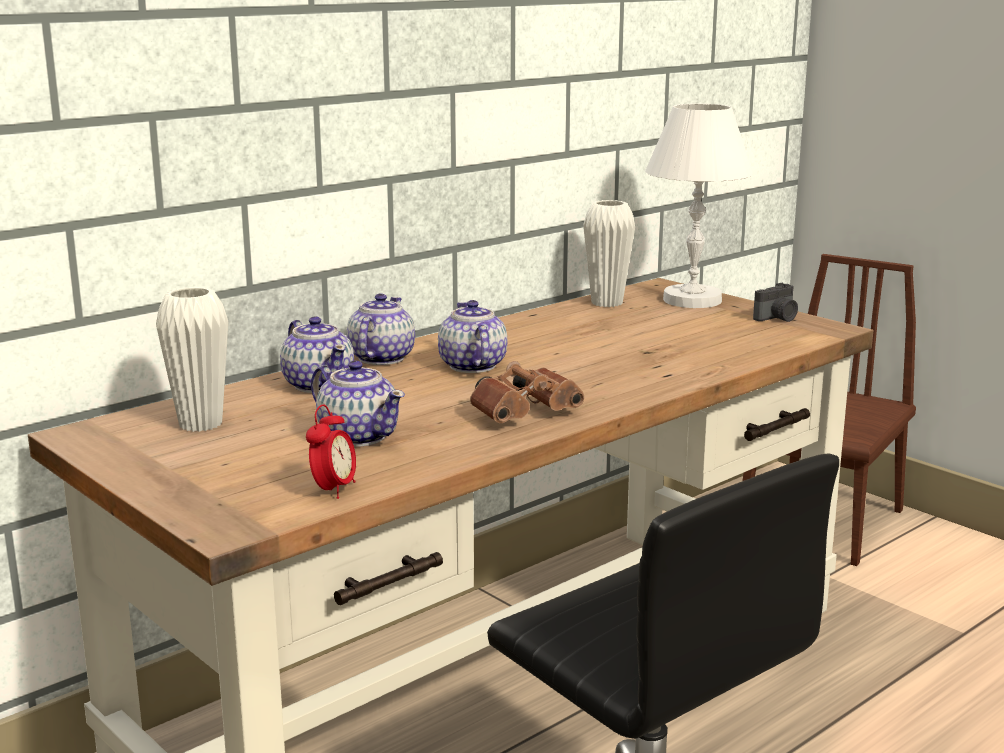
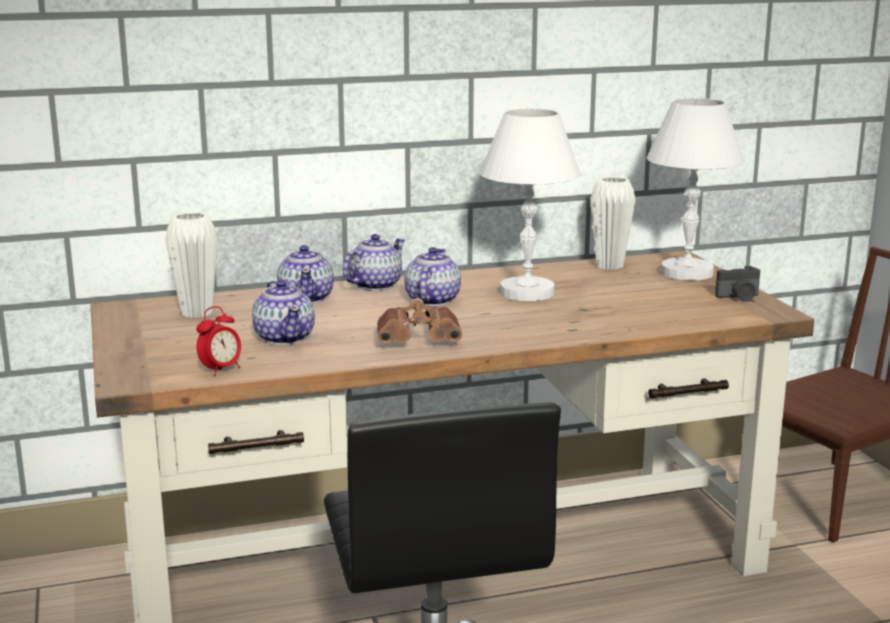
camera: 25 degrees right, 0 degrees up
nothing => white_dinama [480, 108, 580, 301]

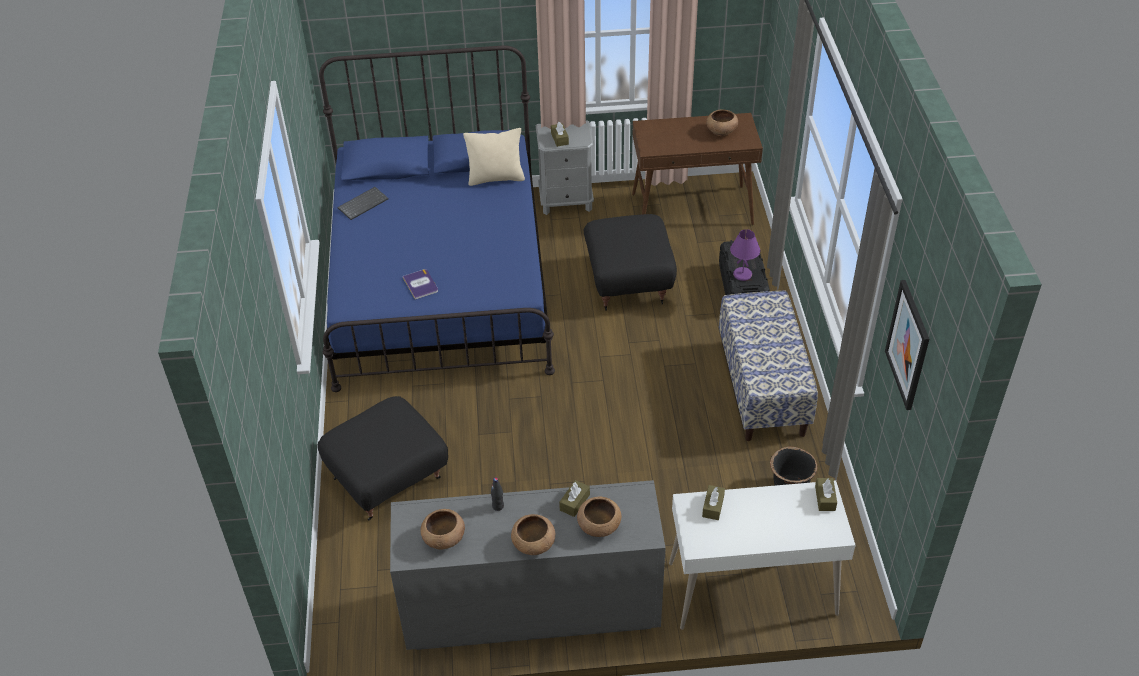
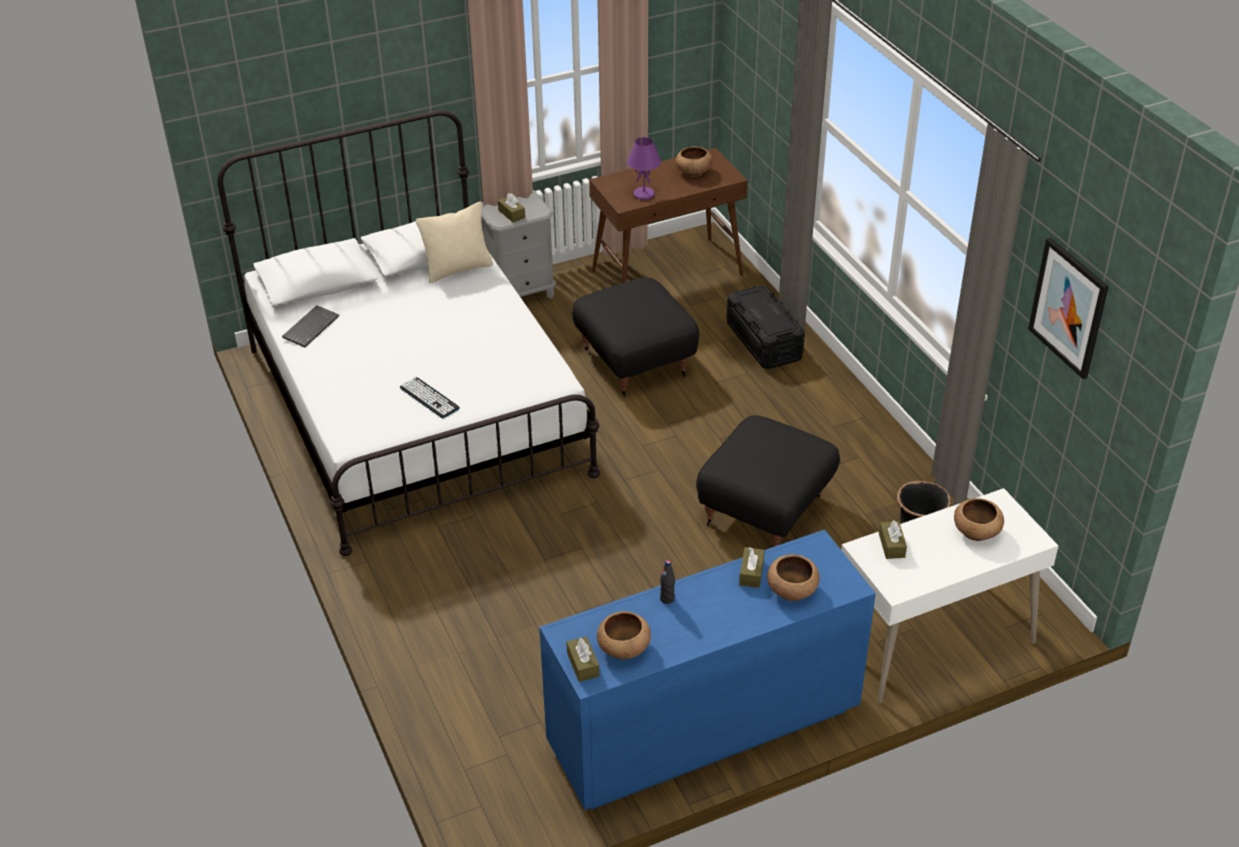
camera: 20 degrees left, 5 degrees down
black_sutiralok [318, 396, 448, 520] => black_sutiralok [696, 415, 840, 547], relocated
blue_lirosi [319, 45, 555, 392] => white_lirosi [217, 110, 600, 556]
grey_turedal [390, 480, 665, 650] => blue_turedal [539, 530, 876, 810]
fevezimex [403, 269, 438, 300] => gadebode [400, 377, 460, 418]
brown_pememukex [511, 514, 555, 555] => brown_pememukex [954, 498, 1004, 541], relocated
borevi [719, 291, 818, 441] => nothing
purple_dinama [730, 229, 760, 281] => purple_dinama [627, 137, 661, 200], relocated
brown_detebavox [815, 478, 837, 511] => brown_detebavox [566, 636, 599, 682], relocated

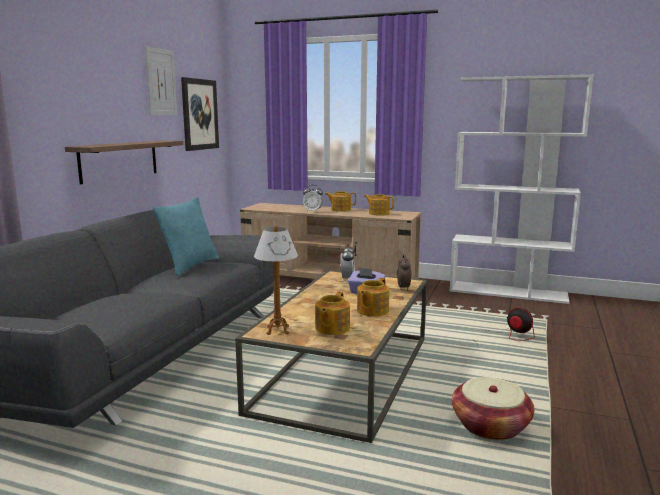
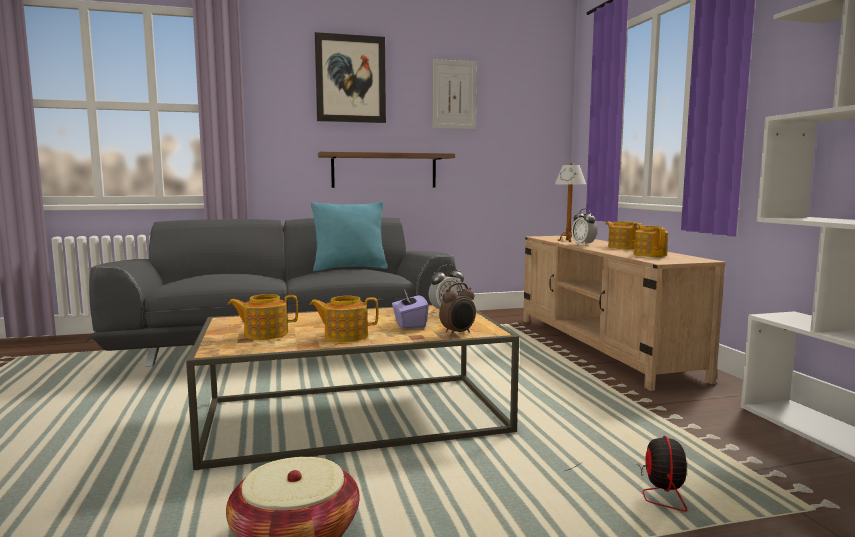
camera: 55 degrees right, 5 degrees down
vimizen [181, 77, 219, 151] => vimizen [315, 32, 386, 123], relocated
dinama [254, 226, 298, 335] => dinama [554, 163, 586, 242], relocated

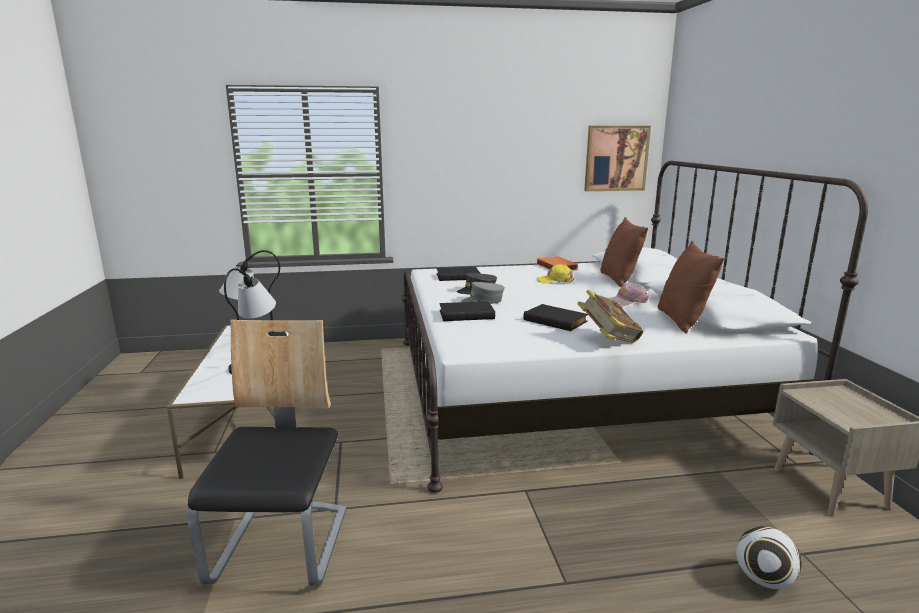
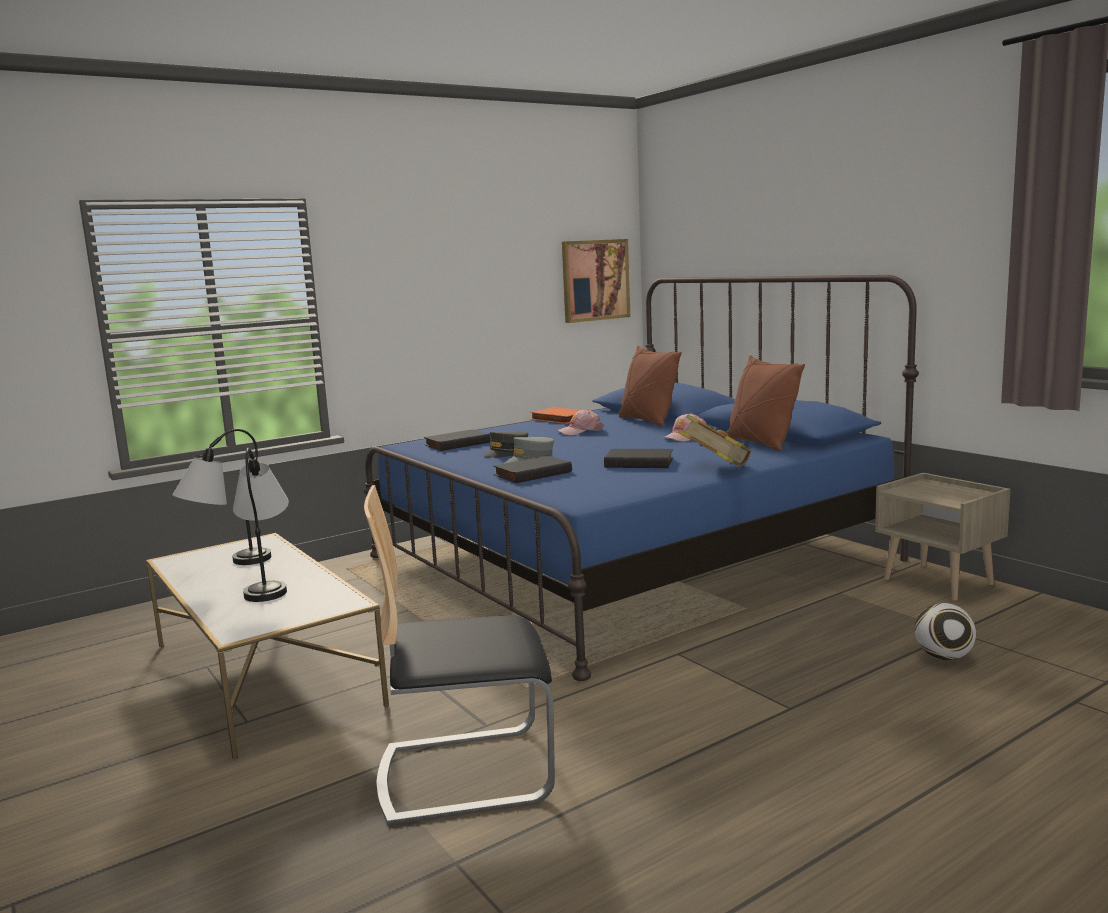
camera: 25 degrees left, 5 degrees down
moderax [187, 320, 346, 586] => moderax [364, 485, 555, 825], 75 degrees counterclockwise
white_lirosi [401, 161, 868, 493] => blue_lirosi [364, 275, 919, 681]
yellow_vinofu [537, 264, 574, 284] => pink_vinofu [557, 409, 604, 435]

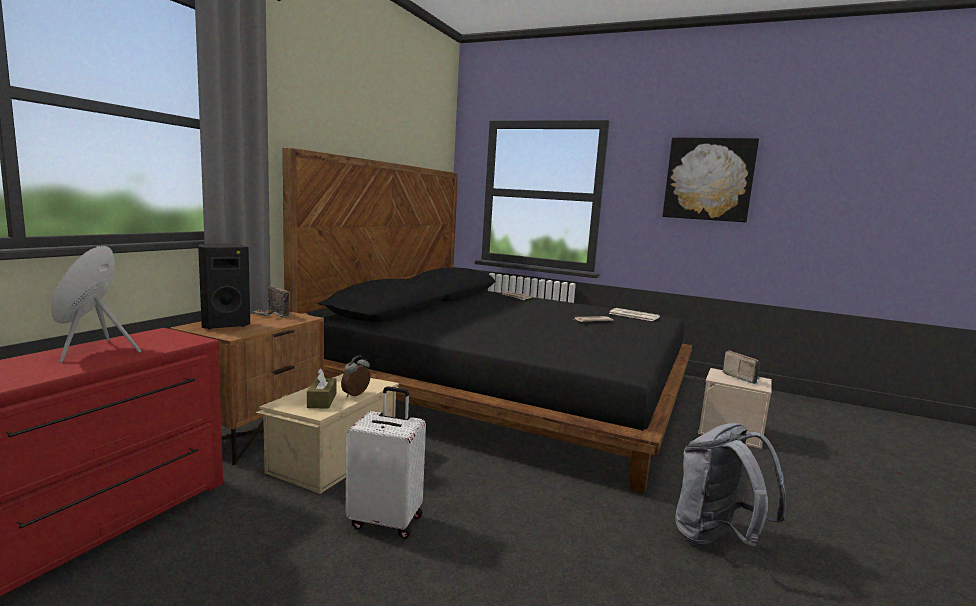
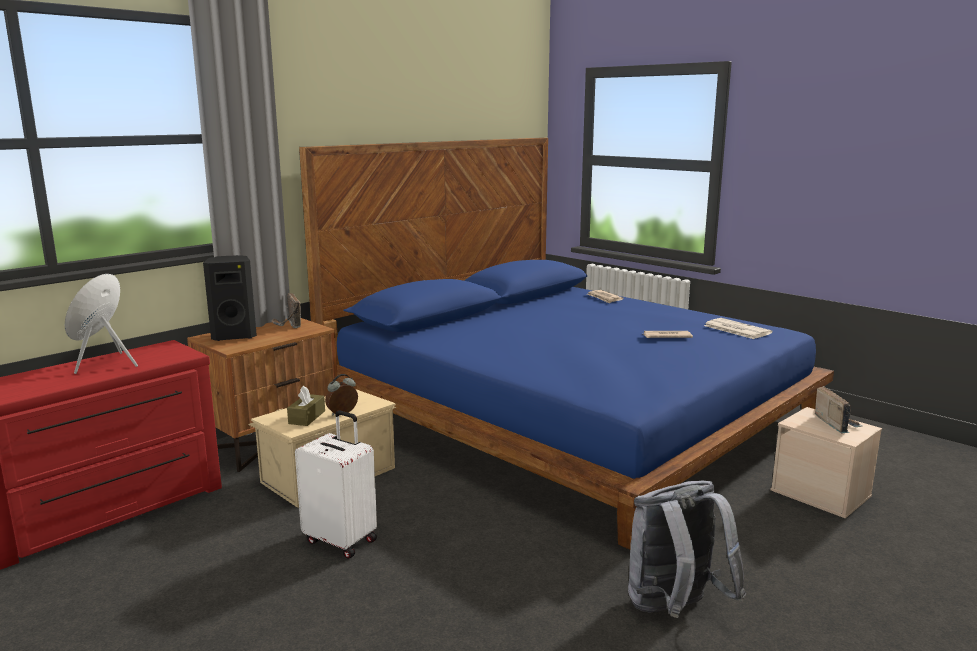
camera: 20 degrees right, 5 degrees up
black_lirosi [283, 147, 692, 493] => blue_lirosi [299, 138, 834, 550]
vimizen [663, 137, 759, 222] => nothing

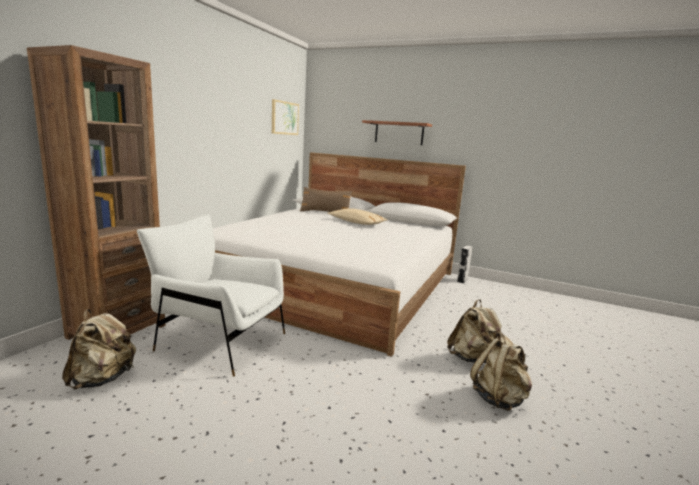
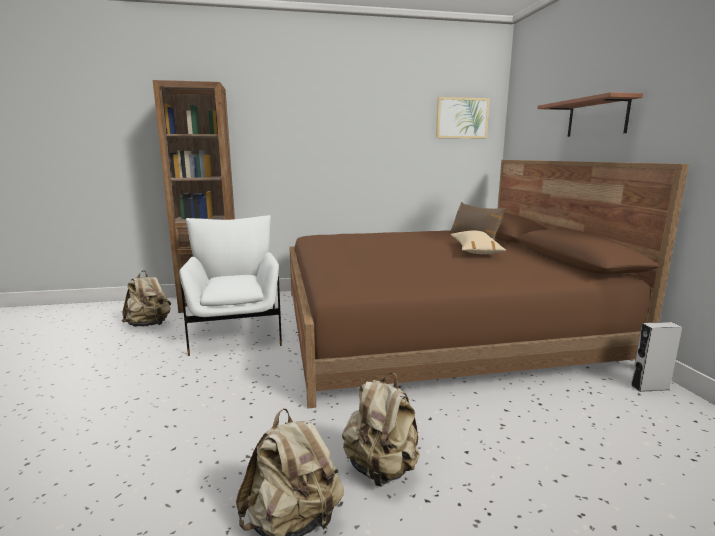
camera: 55 degrees right, 0 degrees up
white_lirosi [213, 152, 466, 357] => brown_lirosi [289, 160, 689, 408]

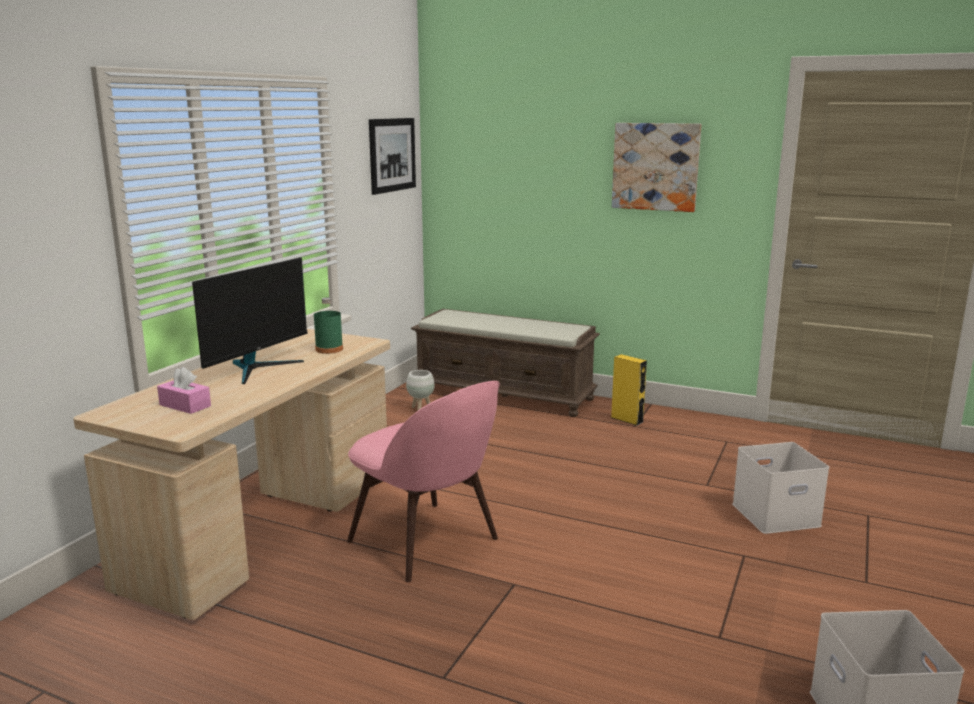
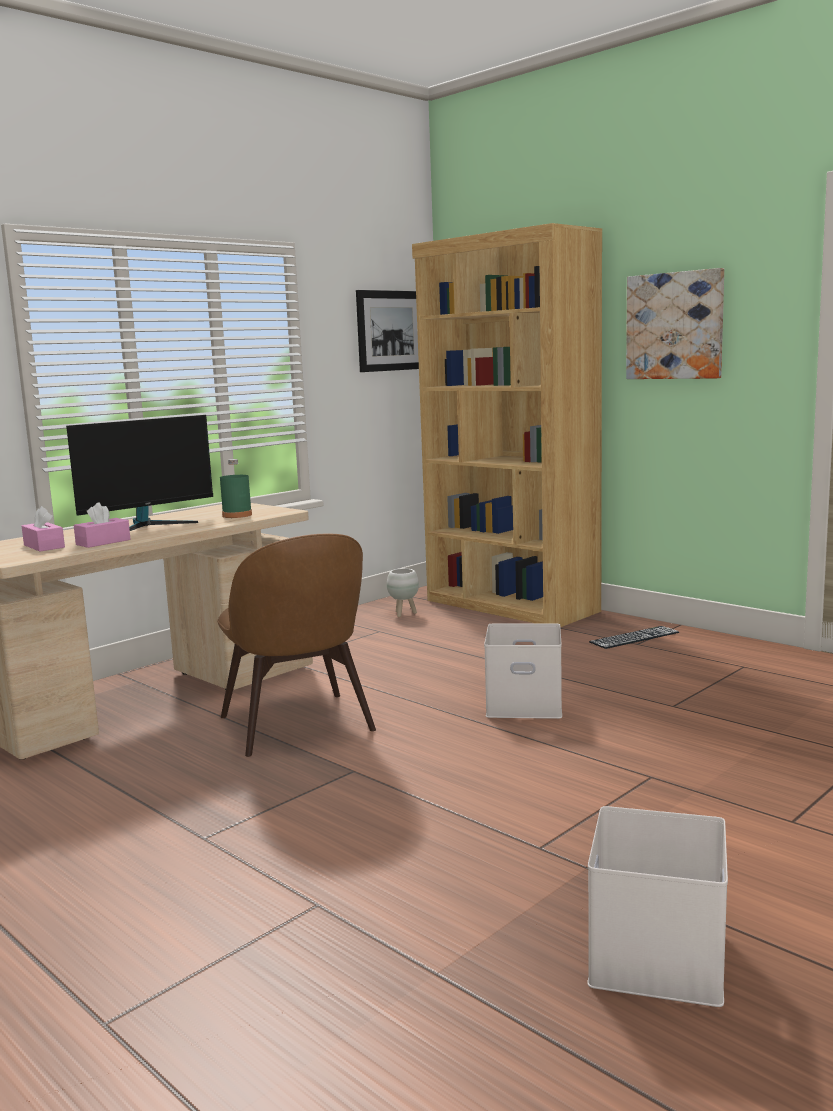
camera: 20 degrees right, 5 degrees down
pink_moderax [347, 381, 500, 582] => brown_moderax [217, 533, 376, 757]
brown_borevi [411, 309, 600, 417] => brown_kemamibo [412, 223, 602, 627]
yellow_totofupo [611, 354, 647, 426] => gadebode [589, 626, 679, 649]
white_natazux [732, 442, 829, 534] => white_natazux [484, 624, 562, 719], relocated
nothing => pink_detebavox [74, 502, 130, 548]

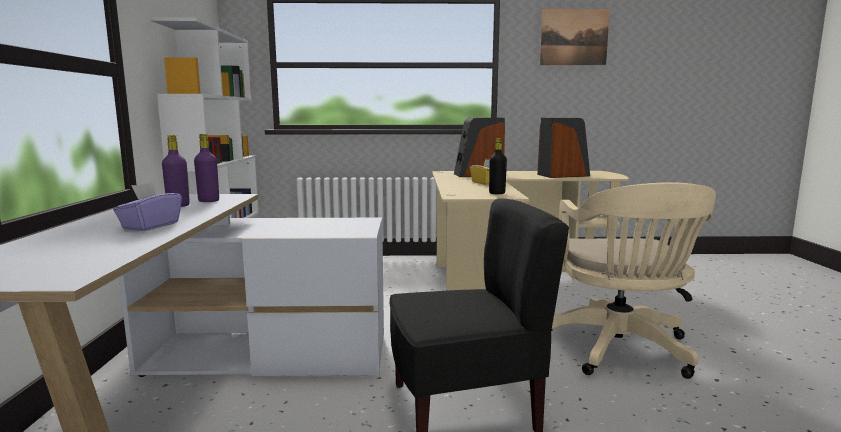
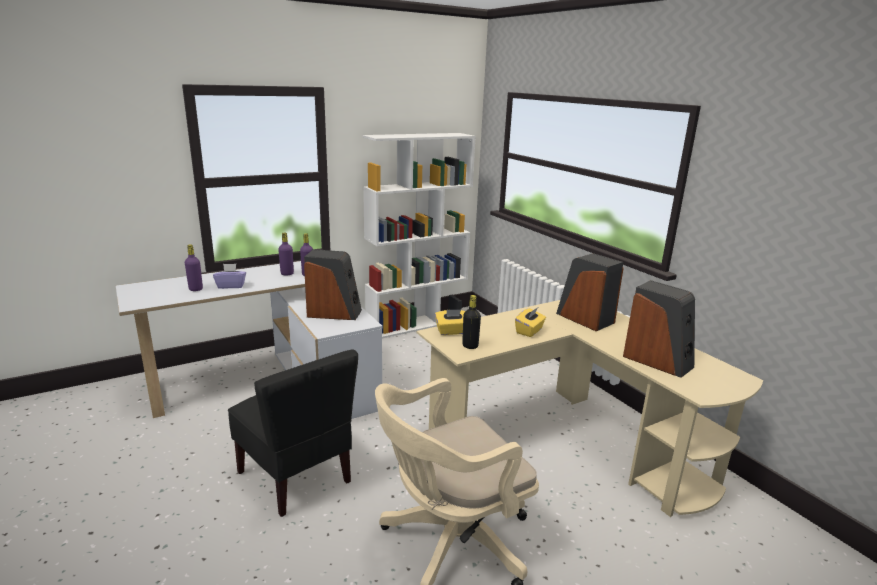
camera: 60 degrees right, 10 degrees up
vimizen [540, 9, 610, 65] => nothing
nothing => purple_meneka [185, 244, 203, 291]
nothing => totofupo [304, 249, 362, 320]
nothing => yellow_detebavox [435, 310, 465, 335]

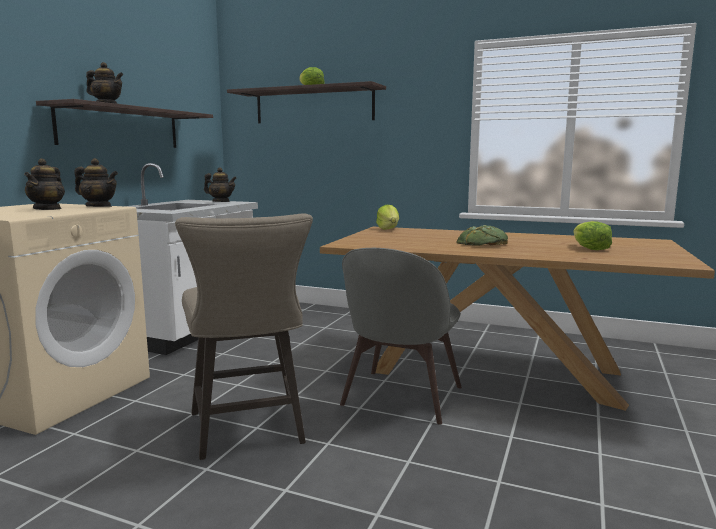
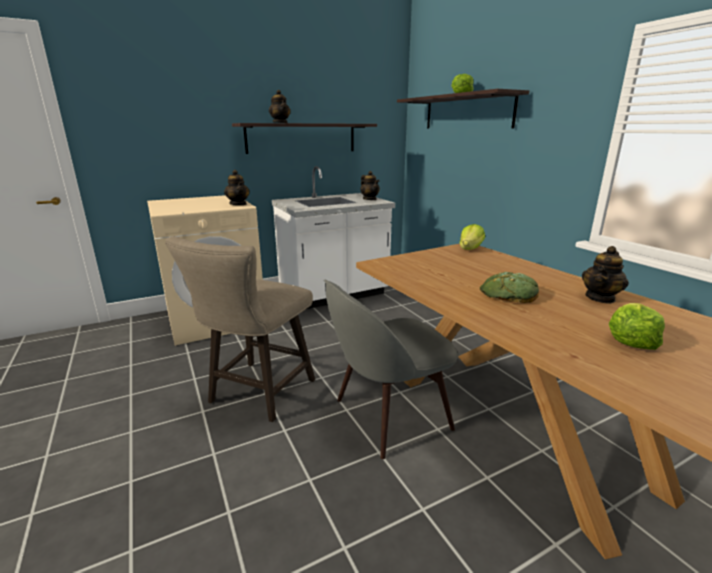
camera: 40 degrees right, 10 degrees up
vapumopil [24, 158, 65, 210] => vapumopil [582, 246, 629, 304], relocated

